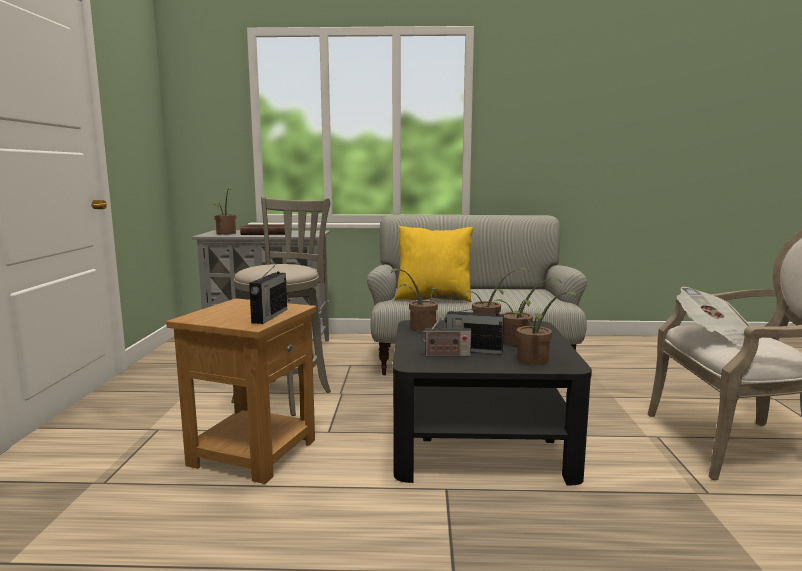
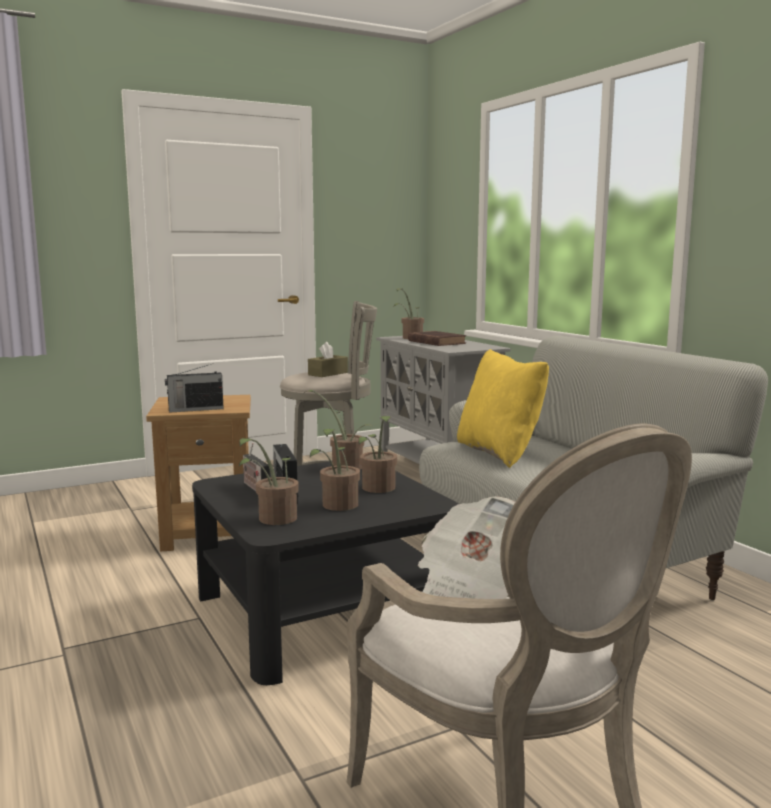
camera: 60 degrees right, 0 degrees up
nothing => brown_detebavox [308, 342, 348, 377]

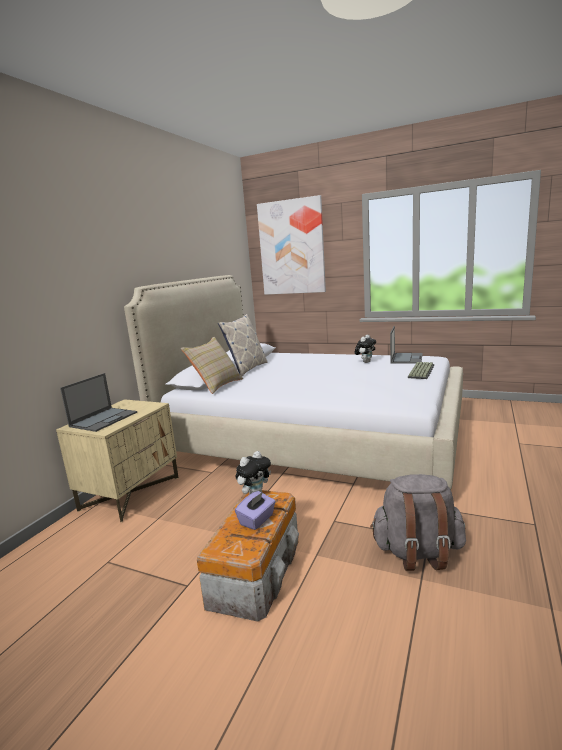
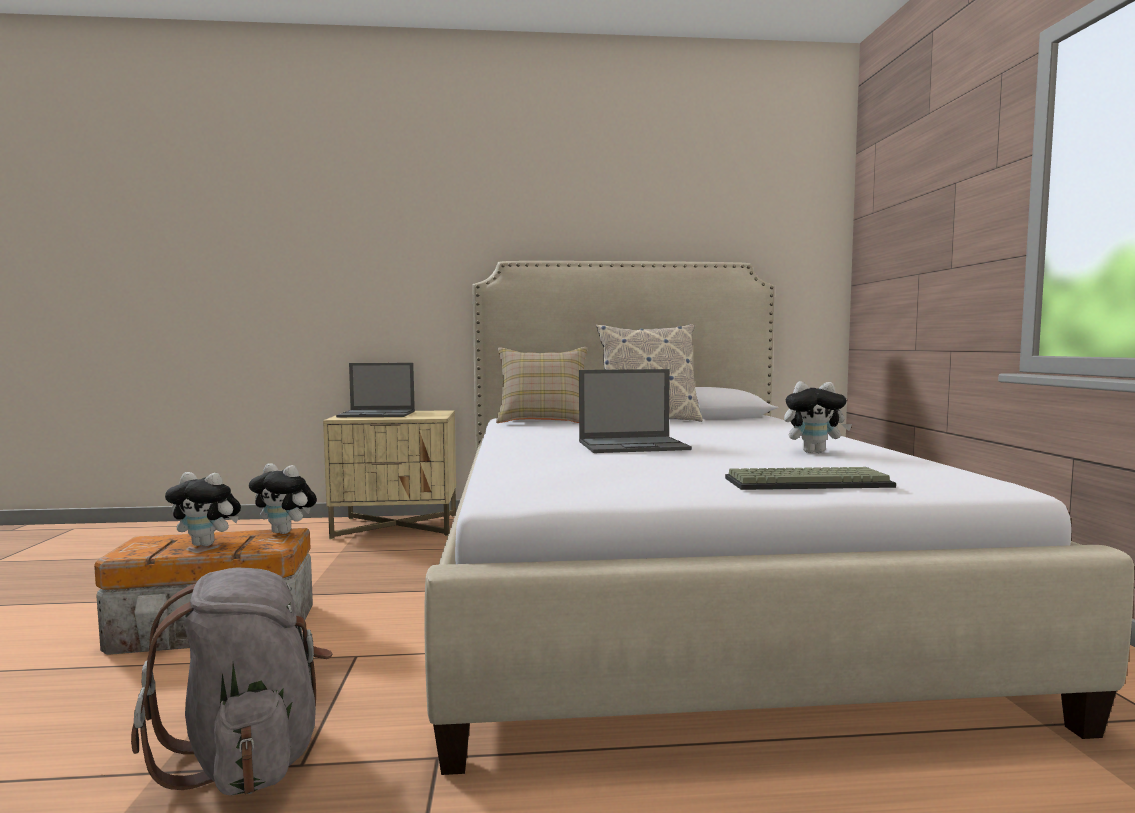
camera: 60 degrees right, 10 degrees down
purple_detebavox [235, 491, 276, 530] => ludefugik [165, 472, 241, 546]
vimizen [257, 195, 326, 295] => nothing
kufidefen [390, 326, 423, 364] => kufidefen [579, 369, 692, 453], relocated

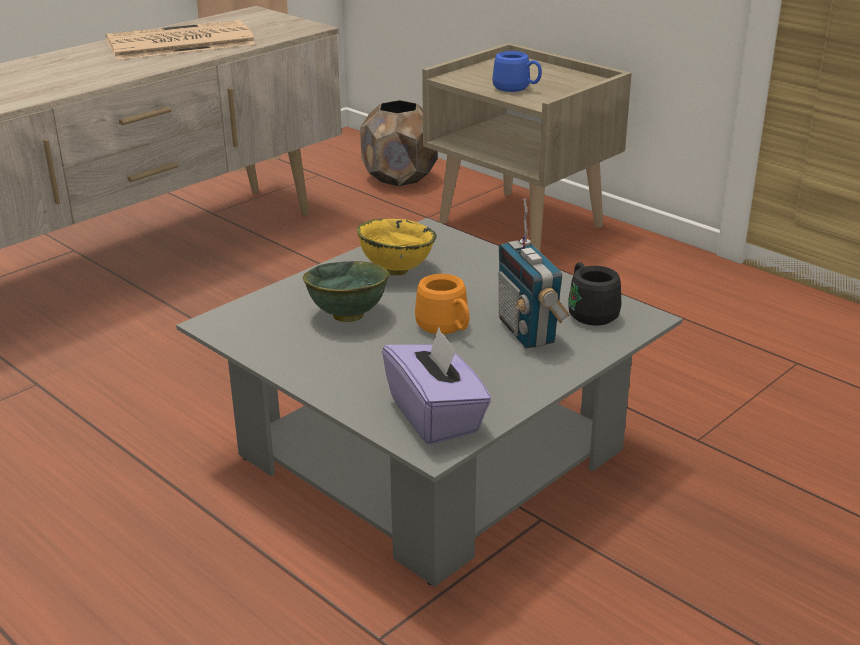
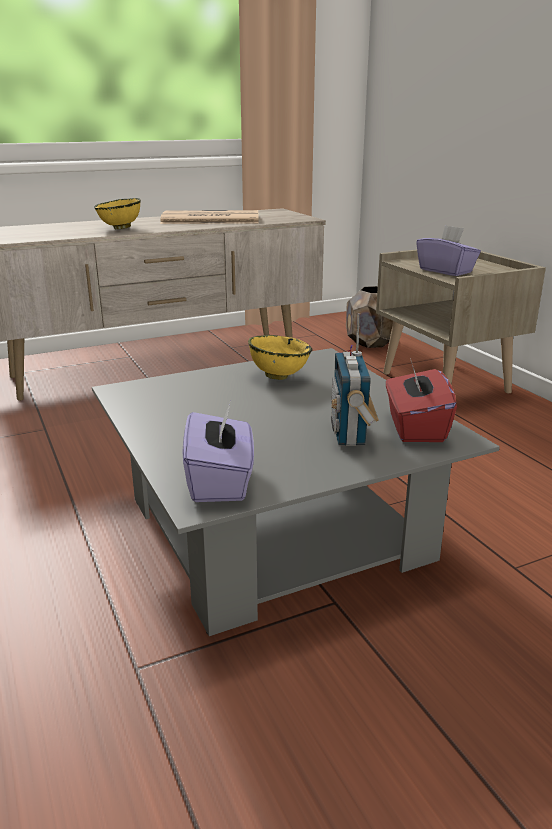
camera: 20 degrees right, 5 degrees down
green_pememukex [303, 261, 389, 322] => nothing
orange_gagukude [415, 274, 469, 334] => nothing
blue_gagukude [492, 51, 542, 92] => purple_detebavox [416, 225, 481, 276]
black_gagukude [568, 262, 621, 325] => red_detebavox [386, 358, 457, 442]
nothing => yellow_pememukex [94, 198, 141, 229]

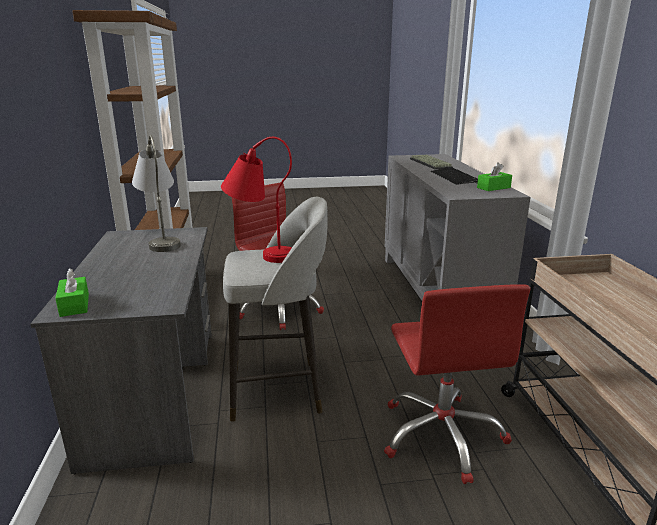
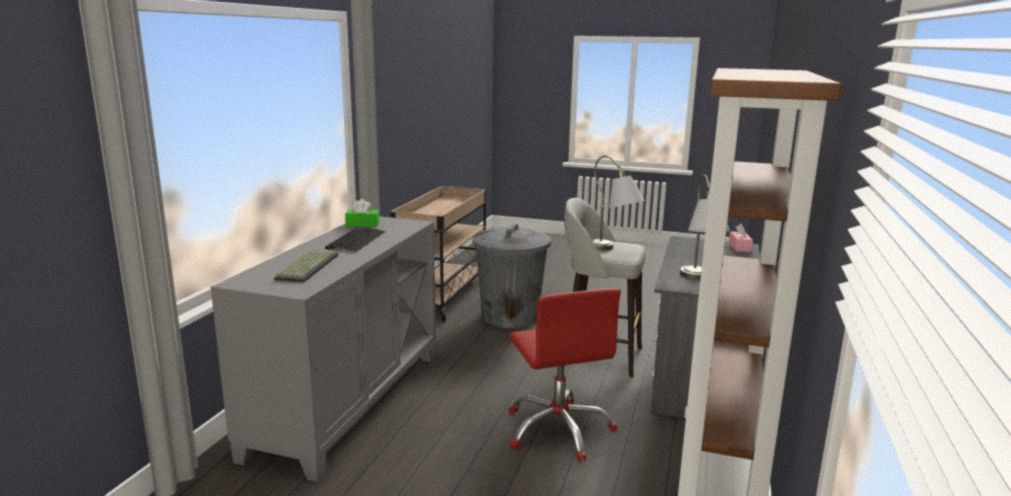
camera: 155 degrees left, 5 degrees down
green_detebavox [55, 268, 89, 317] => pink_detebavox [729, 224, 753, 252]
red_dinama [221, 137, 292, 263] => grey_dinama [592, 156, 645, 251]
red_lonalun [384, 284, 531, 484] => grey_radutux [472, 224, 551, 328]

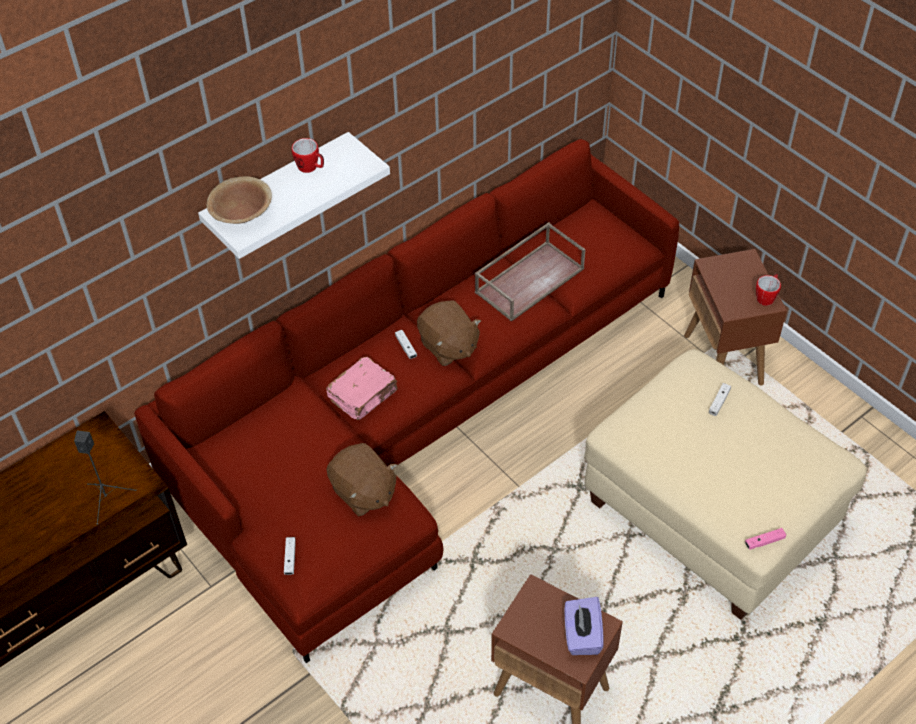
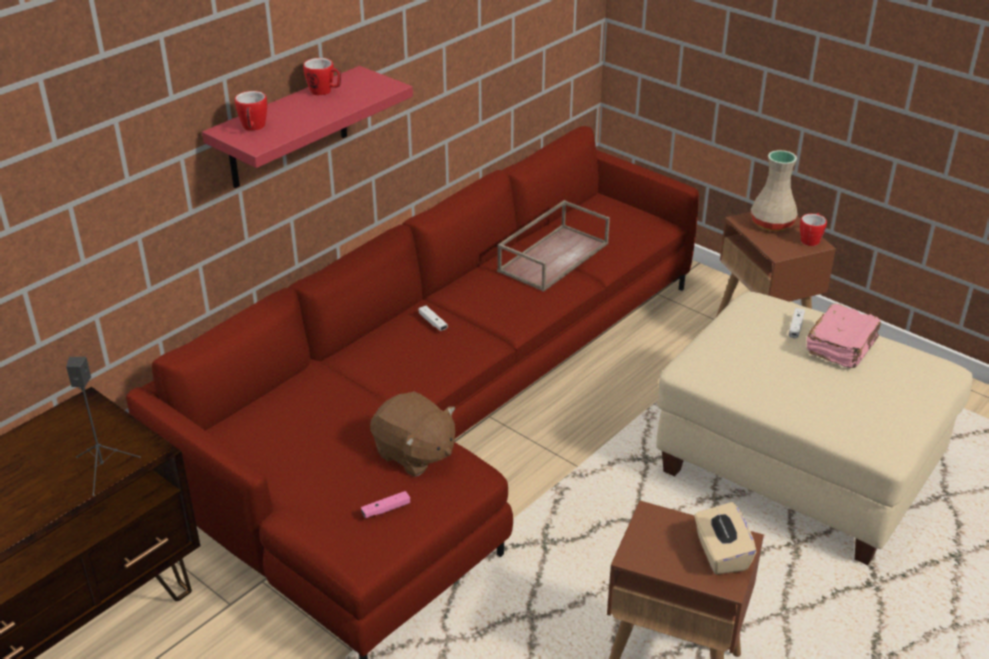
camera: 10 degrees left, 15 degrees down
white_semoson [198, 132, 390, 259] => red_semoson [202, 66, 413, 188]
brown_pememukex [207, 176, 272, 224] => gagukude [235, 91, 267, 131]
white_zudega [284, 537, 296, 575] => nothing
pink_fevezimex [326, 357, 398, 420] => pink_fevezimex [806, 304, 881, 368], relocated
brown_ludefugik [417, 300, 481, 366] => nothing
purple_detebavox [565, 597, 604, 655] => beige_detebavox [694, 502, 757, 574]
pink_zudega [745, 528, 786, 550] => pink_zudega [361, 491, 410, 518], relocated
nothing => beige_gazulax [751, 150, 798, 231]

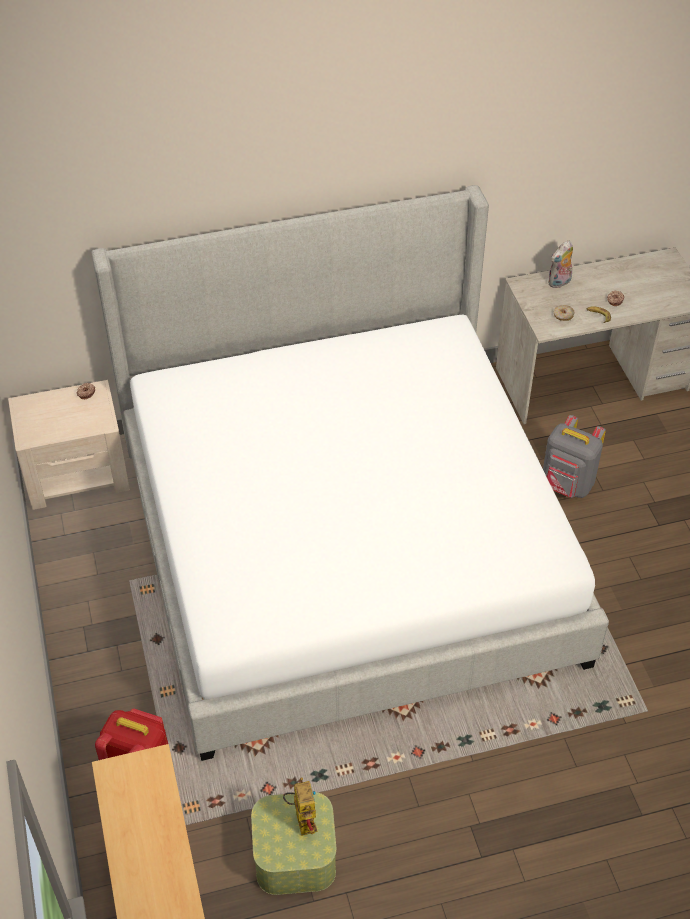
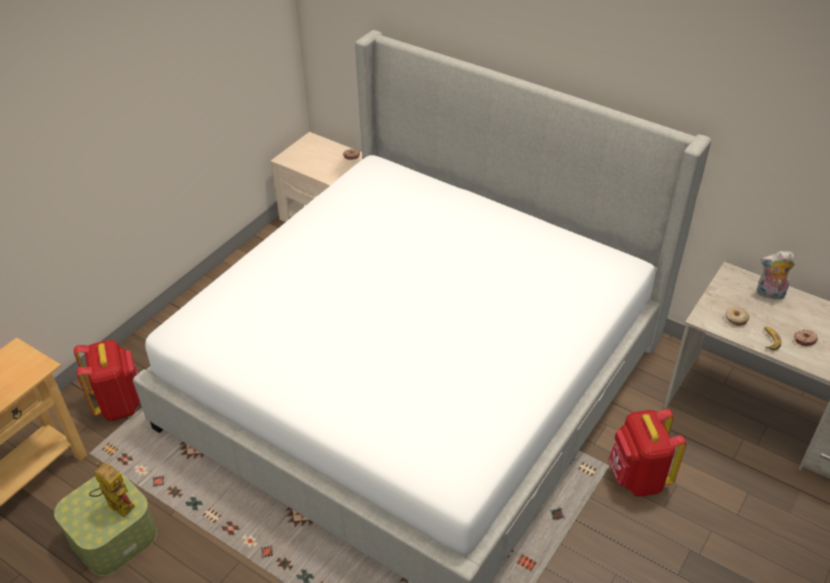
camera: 50 degrees right, 5 degrees down
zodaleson [283, 777, 317, 836] => zodaleson [89, 462, 135, 517], 90 degrees counterclockwise
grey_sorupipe [543, 415, 606, 498] => red_sorupipe [608, 409, 686, 497]

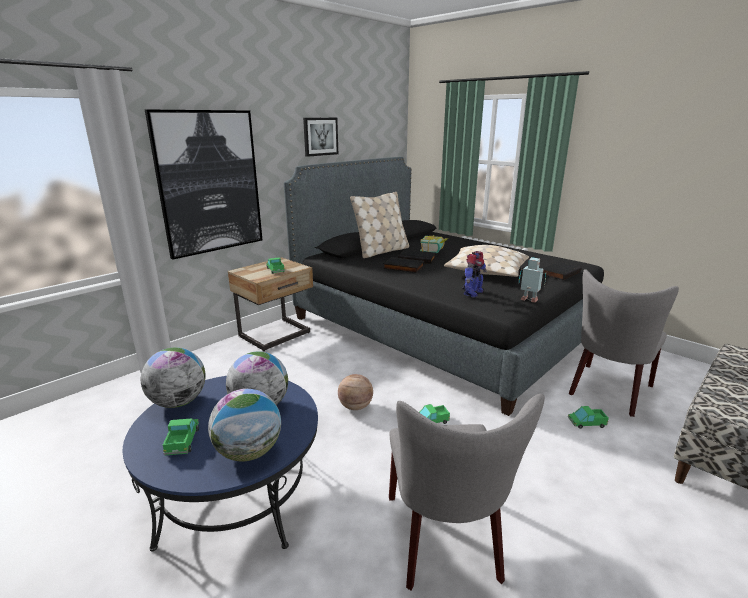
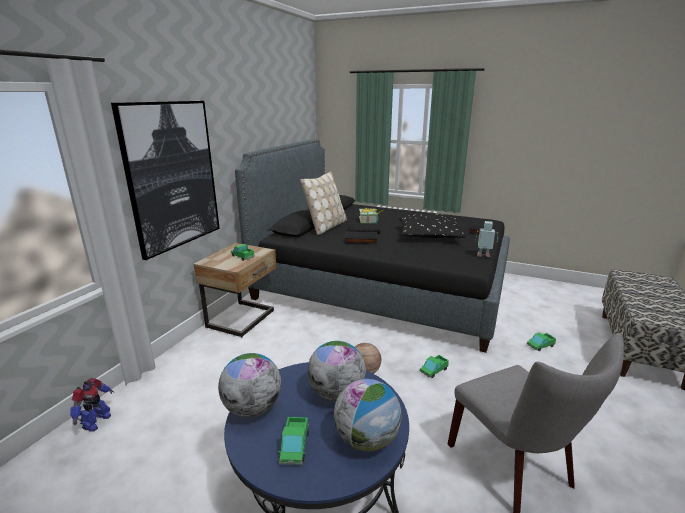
camera: 20 degrees left, 0 degrees up
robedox [163, 418, 199, 455] => robedox [278, 417, 309, 465], 150 degrees counterclockwise
vimizen [303, 118, 338, 157] => nothing
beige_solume [444, 245, 529, 277] => black_solume [399, 213, 466, 238]
zodaleson [462, 251, 487, 297] => zodaleson [70, 378, 114, 432], relocated
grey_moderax [569, 269, 679, 417] => nothing

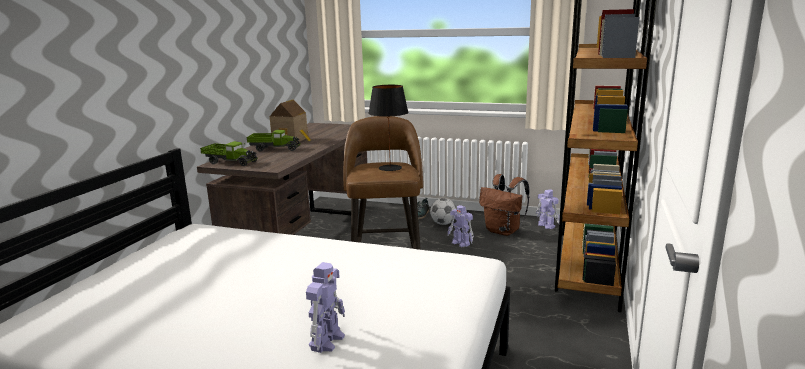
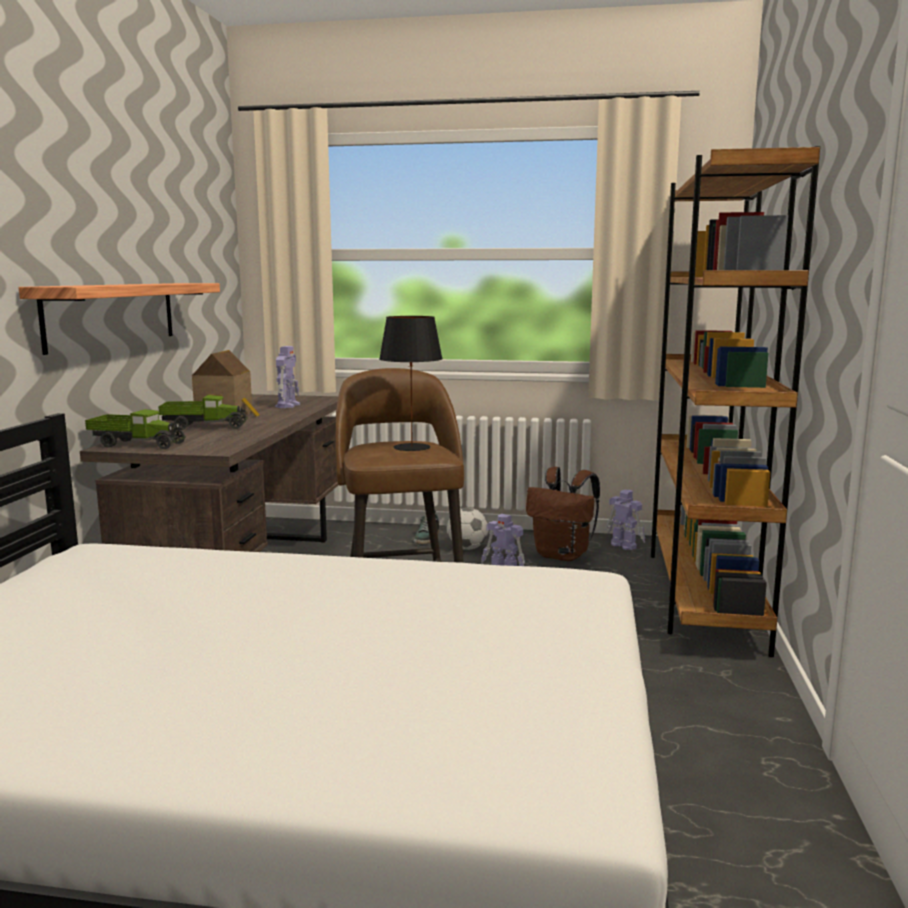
camera: 10 degrees left, 5 degrees down
zodaleson [306, 262, 345, 353] => zodaleson [275, 346, 300, 408], relocated
nothing => semoson [19, 283, 220, 355]

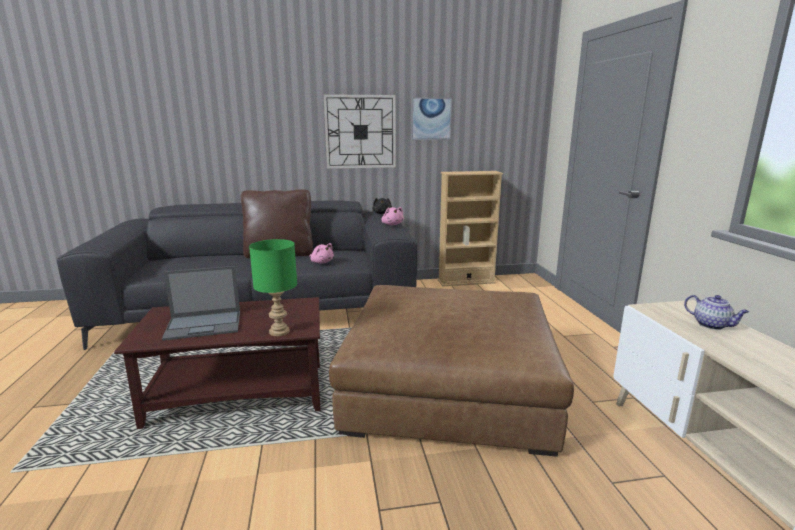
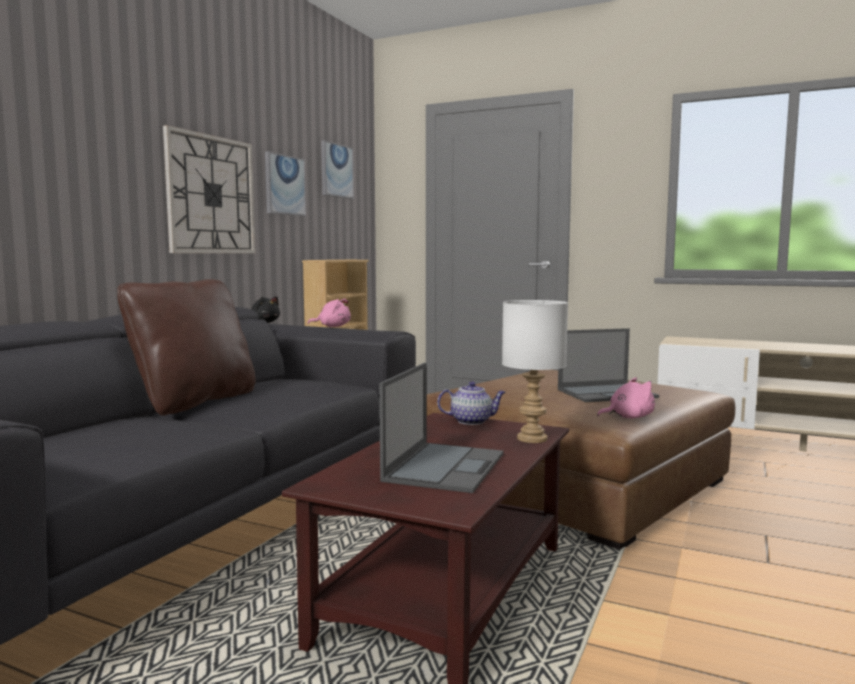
camera: 55 degrees left, 10 degrees down
green_dinama [249, 239, 297, 336] => white_dinama [502, 300, 568, 443]
pink_ludefugik [309, 243, 334, 264] => pink_ludefugik [597, 377, 655, 419], relocated
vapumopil [684, 295, 749, 330] => vapumopil [437, 381, 506, 425], relocated
nothing => vimizen [321, 140, 354, 199]
nothing => kufidefen [558, 328, 659, 402]

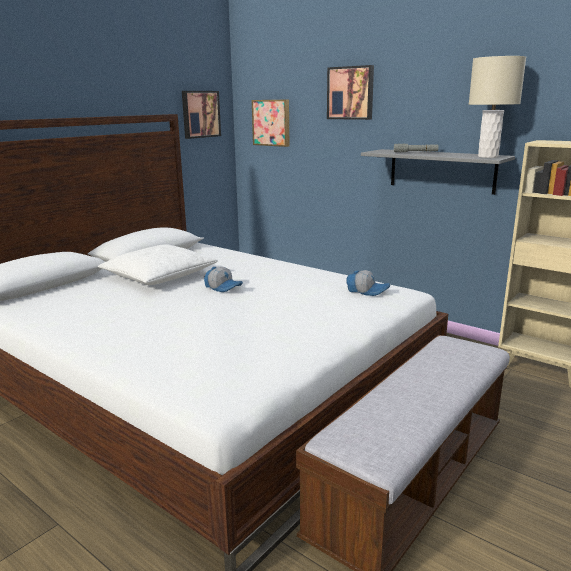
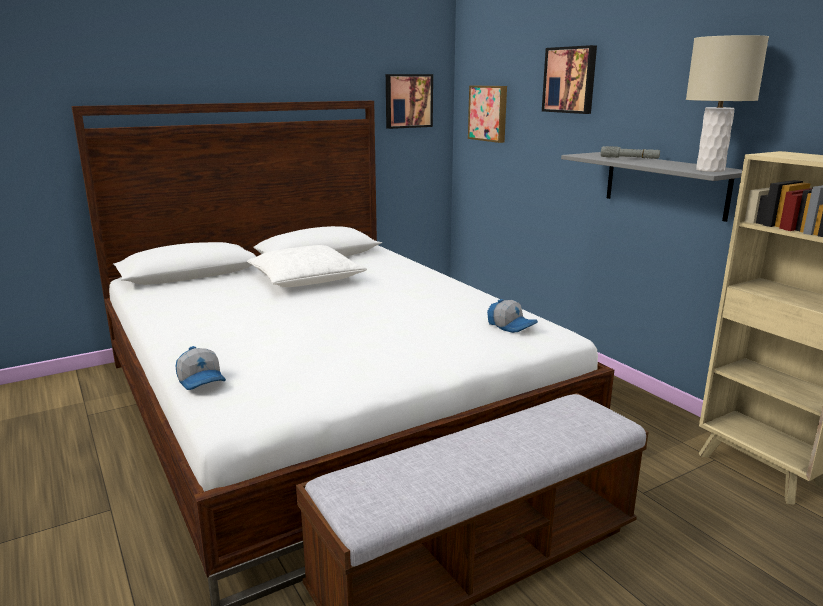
camera: 20 degrees right, 0 degrees up
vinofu [204, 267, 243, 292] => vinofu [176, 346, 226, 390], relocated

